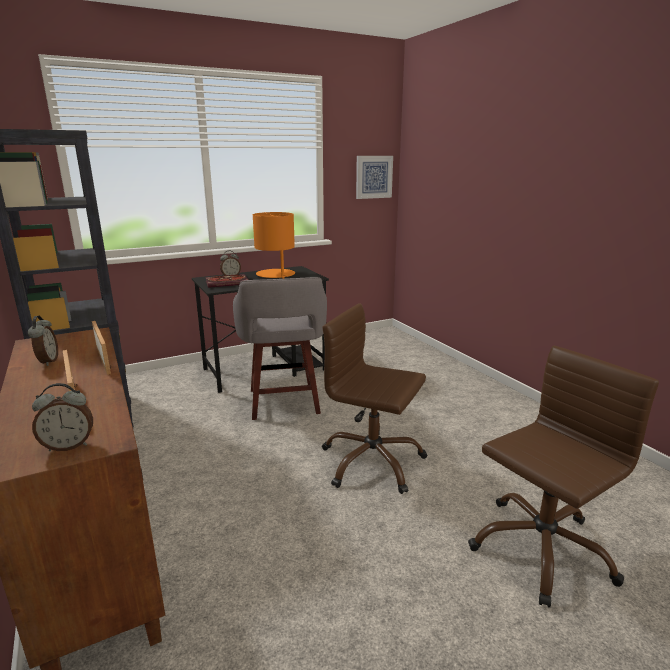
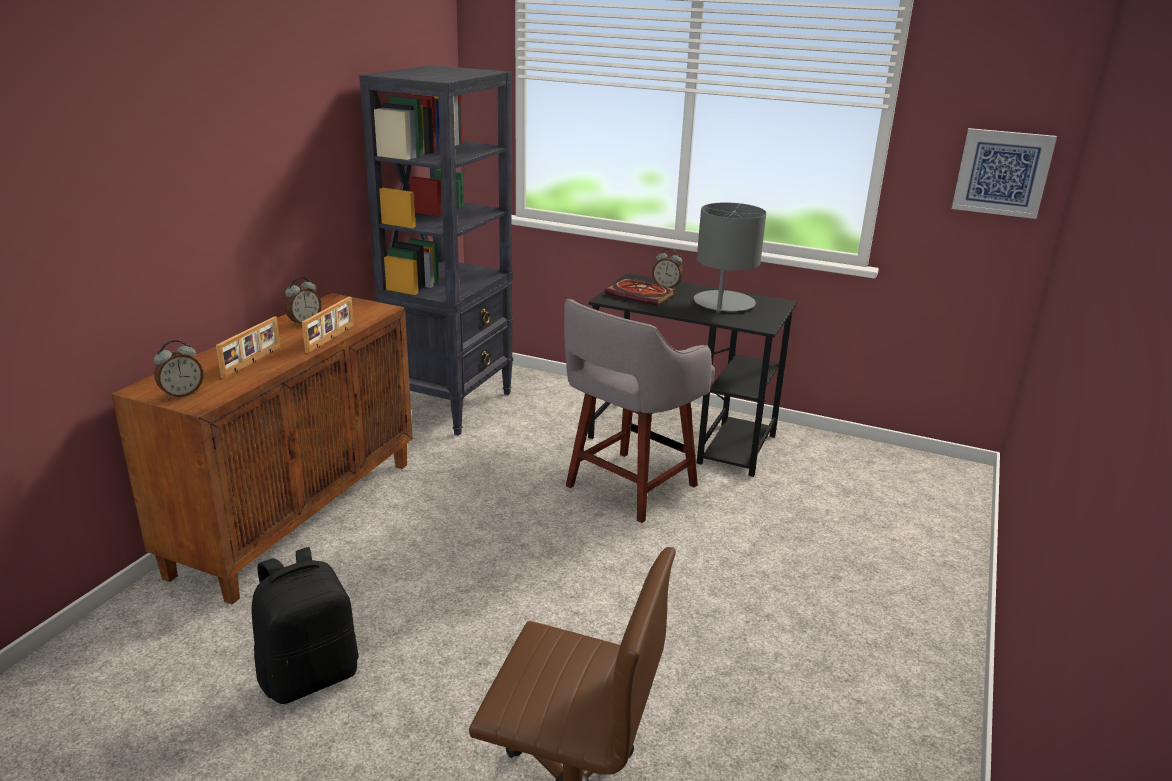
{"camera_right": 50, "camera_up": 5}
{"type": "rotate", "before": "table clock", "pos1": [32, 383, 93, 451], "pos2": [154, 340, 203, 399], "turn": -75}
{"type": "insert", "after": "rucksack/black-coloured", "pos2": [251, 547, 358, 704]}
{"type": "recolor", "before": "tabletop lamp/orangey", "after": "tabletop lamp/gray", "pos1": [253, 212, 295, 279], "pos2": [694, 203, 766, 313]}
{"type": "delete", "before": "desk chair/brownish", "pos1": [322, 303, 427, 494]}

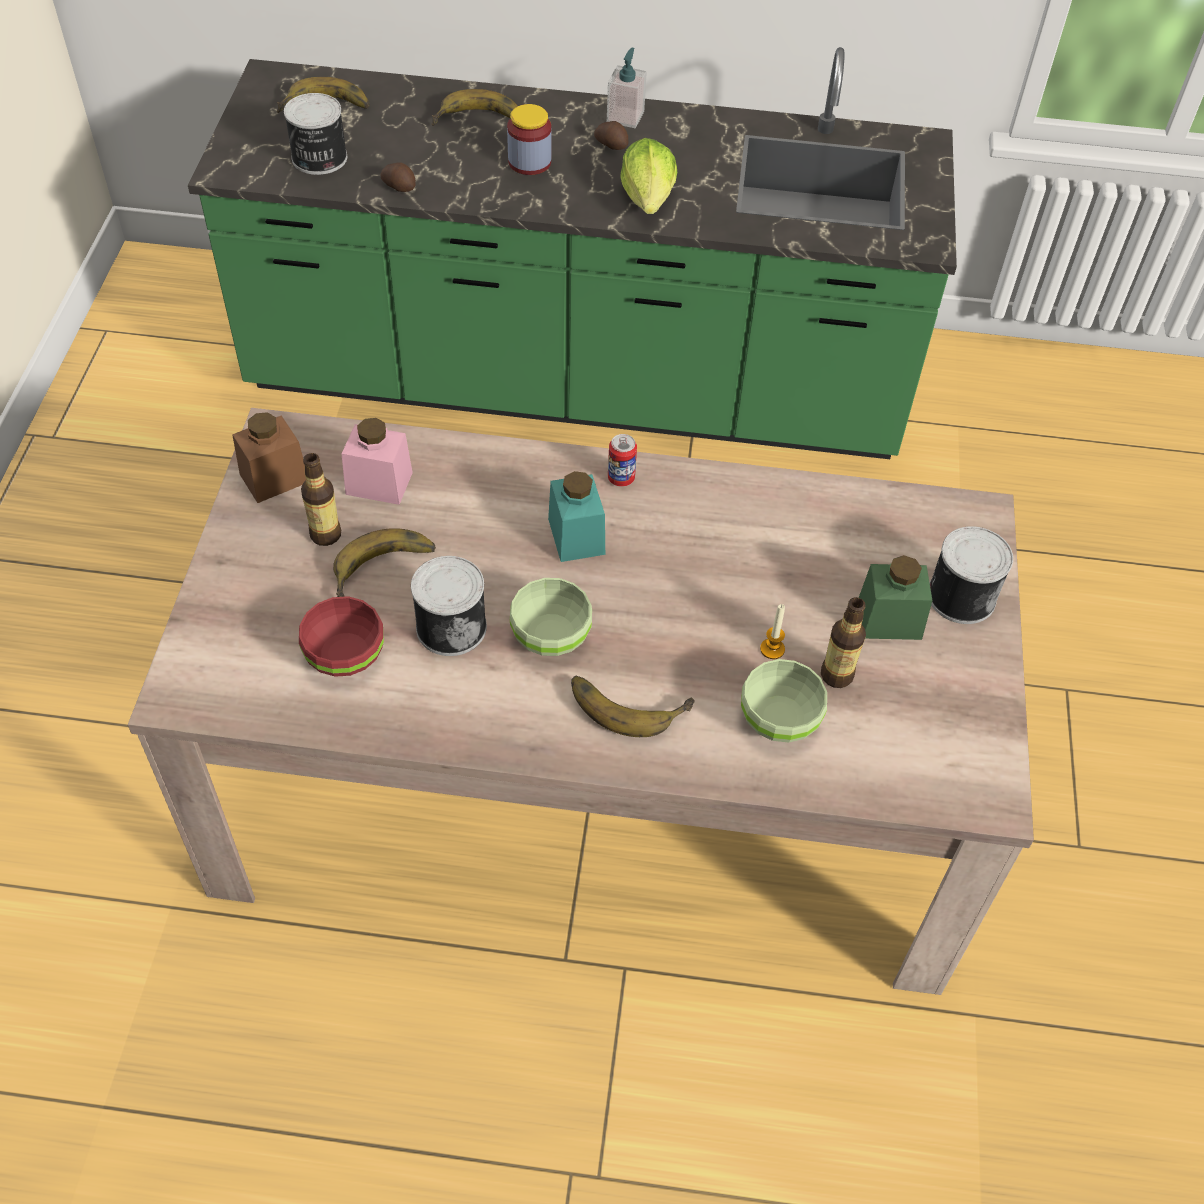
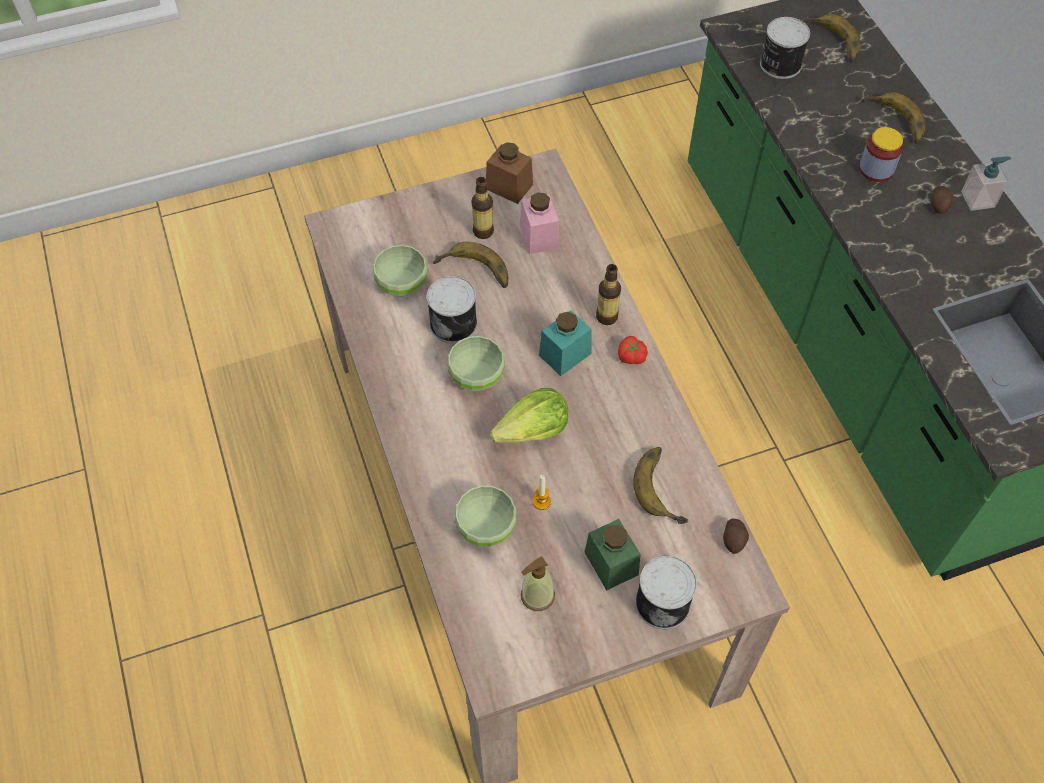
{"camera_right": 65, "camera_up": 5}
{"type": "recolor", "before": "serving bowl/red", "after": "serving bowl/green-coloured", "pos1": [299, 596, 384, 677], "pos2": [373, 245, 428, 297]}
{"type": "move", "before": "lettuce", "pos1": [621, 138, 677, 214], "pos2": [490, 388, 568, 443]}
{"type": "insert", "after": "liquid soap bottle", "pos2": [521, 556, 555, 611]}
{"type": "move", "before": "beverage bottle", "pos1": [821, 597, 866, 688], "pos2": [596, 264, 621, 325]}
{"type": "replace", "before": "can", "after": "fresh tomato", "pos1": [608, 434, 637, 487], "pos2": [618, 336, 648, 364]}
{"type": "move", "before": "banana", "pos1": [571, 676, 695, 737], "pos2": [633, 447, 688, 524]}
{"type": "move", "before": "spud", "pos1": [380, 162, 416, 192], "pos2": [723, 519, 749, 554]}

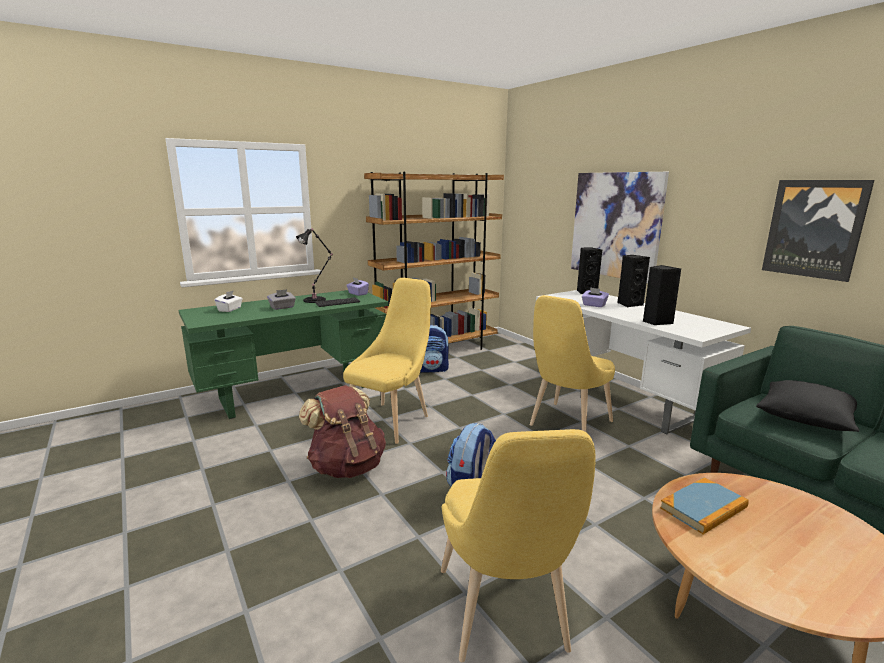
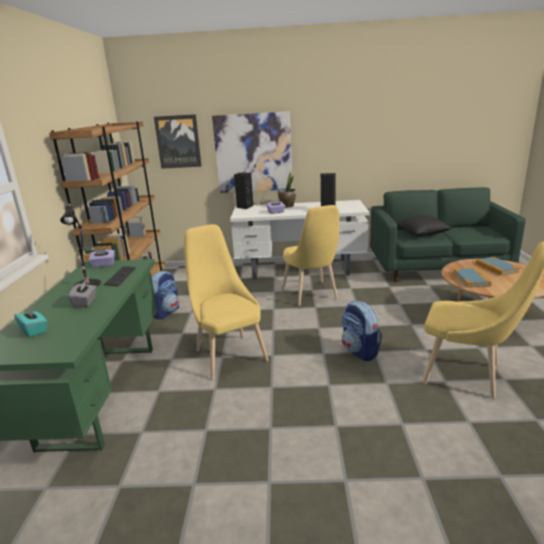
{"camera_right": -55, "camera_up": 5}
{"type": "recolor", "before": "tissue holder/whitish", "after": "tissue holder/turquoise", "pos1": [215, 290, 243, 312], "pos2": [14, 306, 47, 338]}
{"type": "move", "before": "wall art", "pos1": [762, 180, 874, 282], "pos2": [154, 114, 202, 169]}
{"type": "replace", "before": "audio speaker/black-coloured", "after": "houseplant", "pos1": [617, 255, 650, 307], "pos2": [278, 171, 296, 208]}
{"type": "insert", "after": "bound book", "pos2": [476, 257, 520, 276]}
{"type": "delete", "before": "rucksack/brownish", "pos1": [299, 385, 386, 478]}

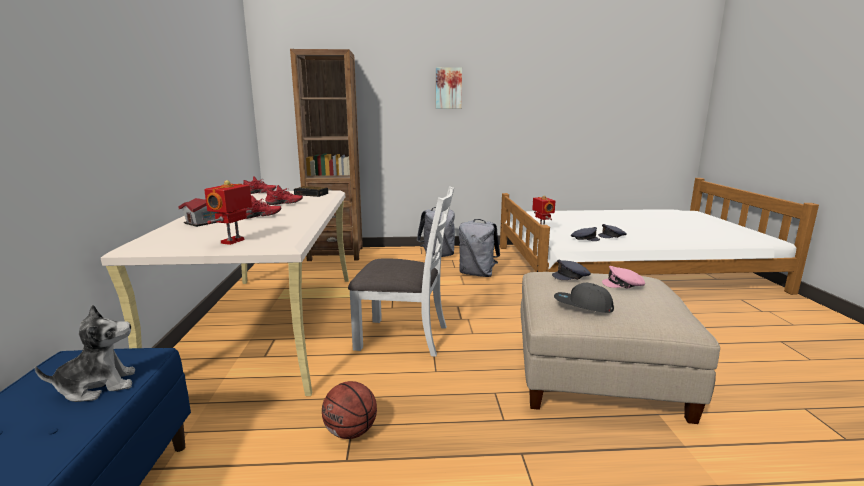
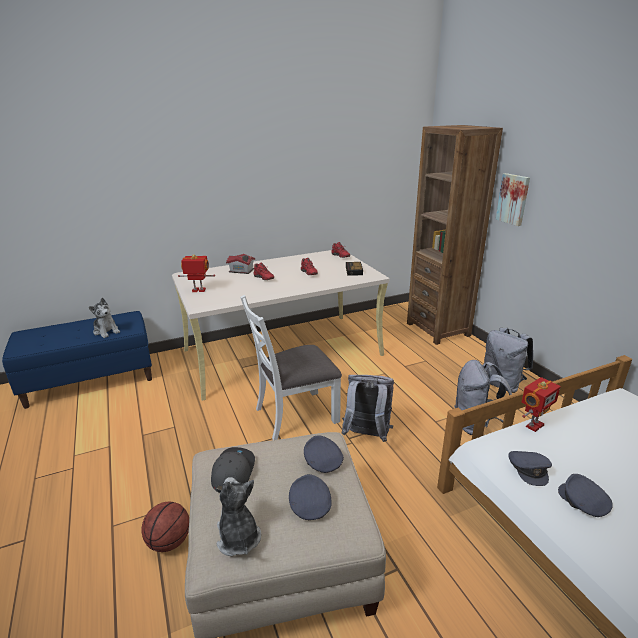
{"camera_right": 70, "camera_up": 10}
{"type": "move", "before": "basketball", "pos1": [322, 381, 377, 439], "pos2": [141, 502, 189, 552]}
{"type": "insert", "after": "plush toy", "pos2": [217, 477, 261, 556]}
{"type": "rotate", "before": "upright chair/whitish", "pos1": [348, 186, 454, 357], "pos2": [240, 295, 342, 440], "turn": 75}
{"type": "recolor", "before": "cap/pink", "after": "cap/gray", "pos1": [602, 266, 645, 289], "pos2": [289, 474, 331, 520]}
{"type": "insert", "after": "rucksack/gray", "pos2": [342, 375, 394, 442]}
{"type": "move", "before": "wall art", "pos1": [436, 67, 462, 109], "pos2": [496, 173, 530, 226]}

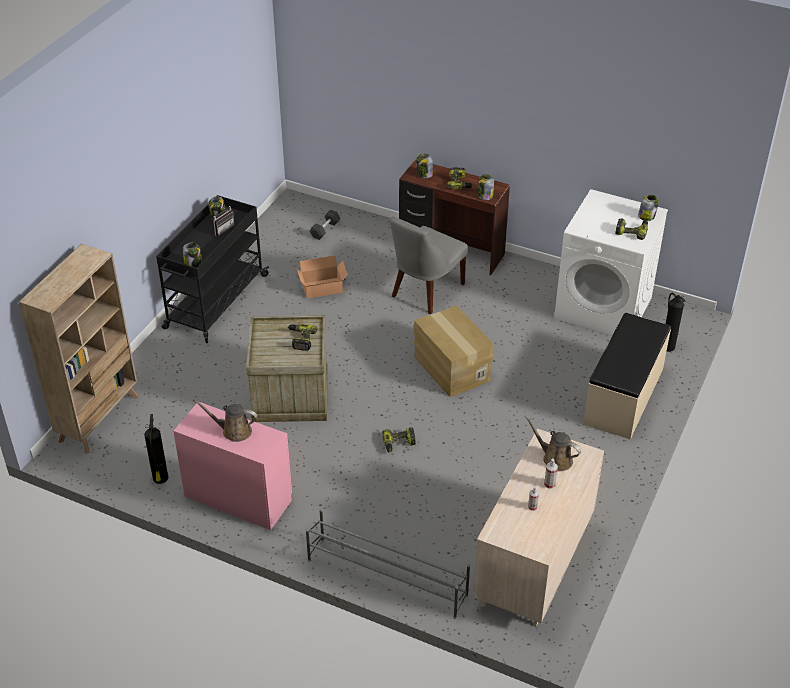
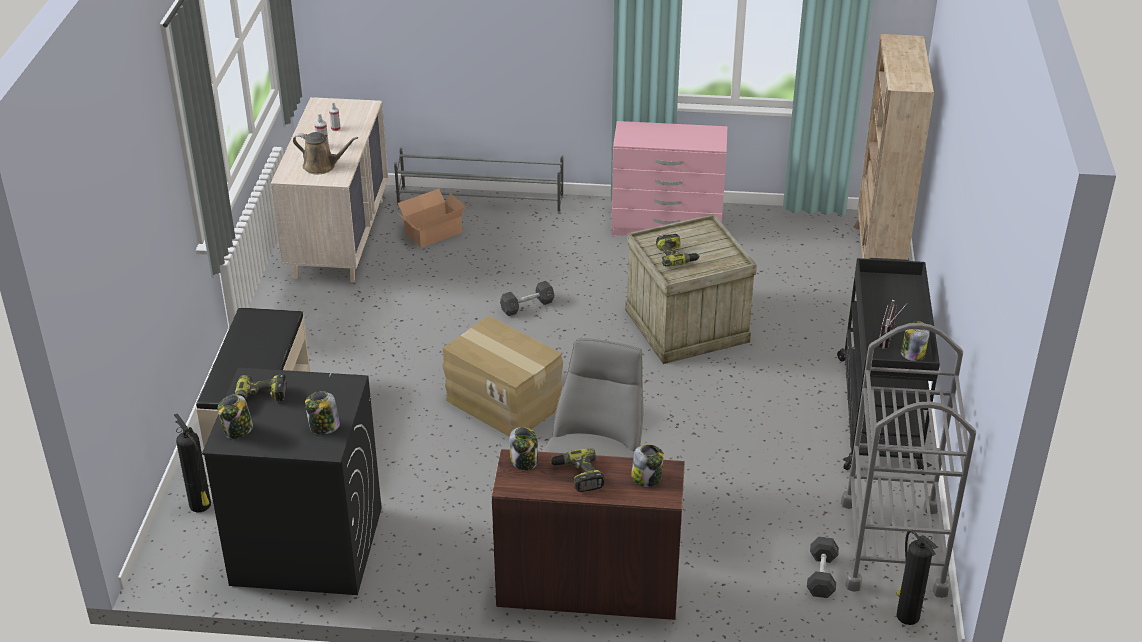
{"camera_right": 160, "camera_up": -5}
{"type": "recolor", "before": "laundry appliance/whitish", "after": "laundry appliance/black-coloured", "pos1": [554, 189, 668, 336], "pos2": [202, 367, 382, 595]}
{"type": "move", "before": "jar", "pos1": [183, 243, 202, 268], "pos2": [305, 391, 340, 435]}
{"type": "move", "before": "packing box", "pos1": [296, 255, 348, 298], "pos2": [397, 189, 466, 248]}
{"type": "replace", "before": "electric drill", "after": "free weight/gray", "pos1": [382, 427, 416, 452], "pos2": [500, 281, 554, 316]}
{"type": "insert", "after": "trolley/gray", "pos2": [841, 323, 976, 598]}
{"type": "move", "before": "fire-fighting cylinder", "pos1": [144, 414, 168, 484], "pos2": [897, 530, 937, 625]}
{"type": "delete", "before": "watering pot/brownish", "pos1": [194, 400, 257, 442]}

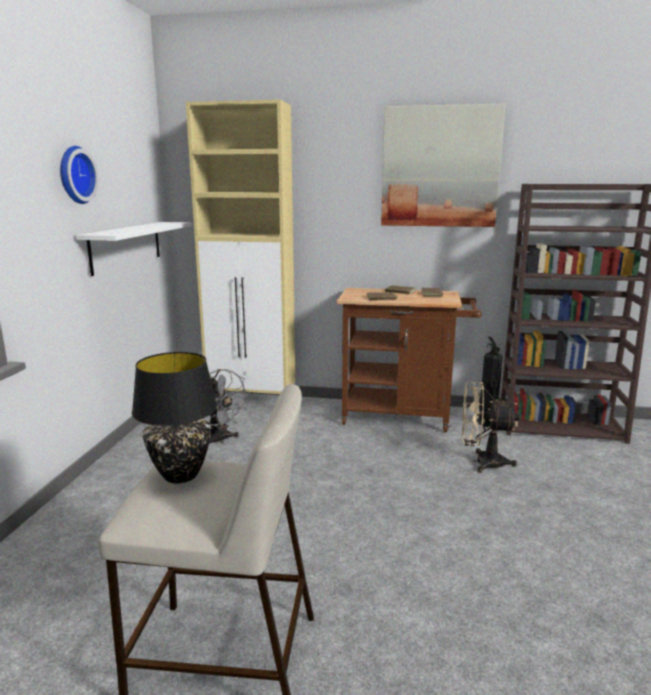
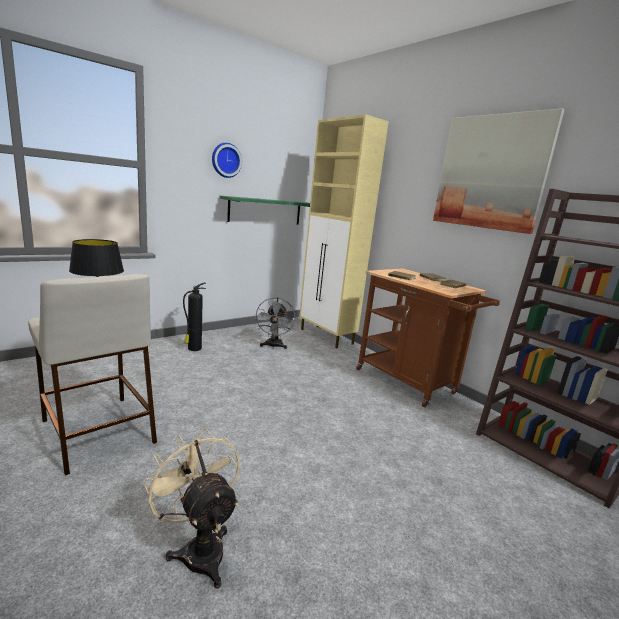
{"camera_right": 40, "camera_up": 0}
{"type": "move", "before": "electric fan/beige", "pos1": [462, 382, 520, 473], "pos2": [143, 428, 240, 588]}
{"type": "move", "before": "fire-fighting cylinder", "pos1": [479, 337, 503, 427], "pos2": [183, 283, 206, 351]}
{"type": "recolor", "before": "shelf/whitish", "after": "shelf/green-coloured", "pos1": [77, 222, 192, 276], "pos2": [220, 196, 310, 225]}

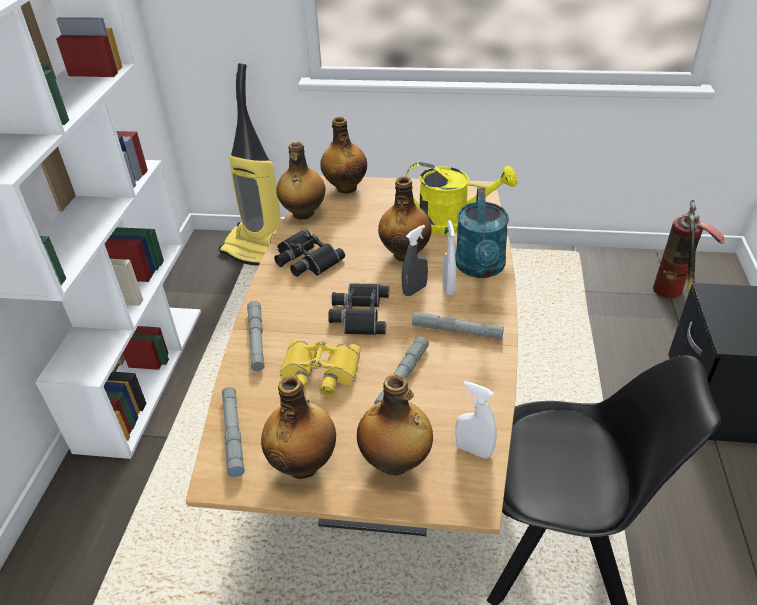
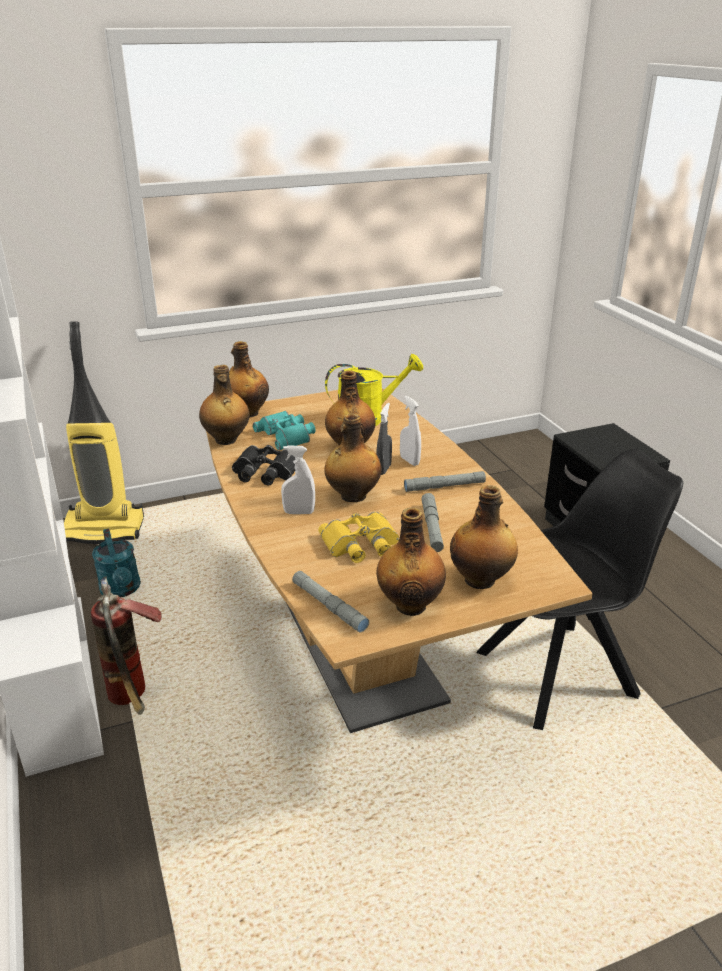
{"camera_right": -30, "camera_up": -10}
{"type": "move", "before": "fire-fighting cylinder", "pos1": [653, 200, 724, 299], "pos2": [91, 576, 162, 715]}
{"type": "move", "before": "watering pot/turquoise", "pos1": [455, 187, 509, 278], "pos2": [92, 529, 141, 597]}
{"type": "insert", "after": "binoculars/turquoise", "pos2": [253, 411, 316, 450]}
{"type": "move", "before": "spray bottle/whitish", "pos1": [456, 381, 497, 459], "pos2": [281, 445, 315, 514]}
{"type": "replace", "before": "binoculars/black-coloured", "after": "beverage bottle", "pos1": [328, 283, 389, 335], "pos2": [325, 414, 382, 502]}
{"type": "delete", "before": "hand torch/gray", "pos1": [247, 301, 264, 371]}

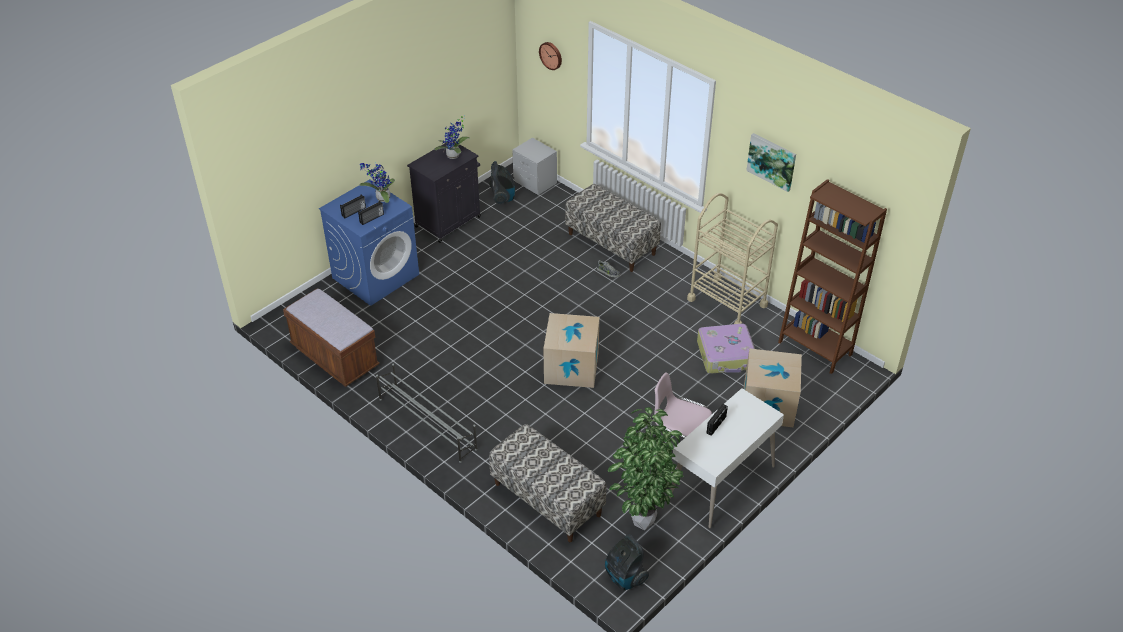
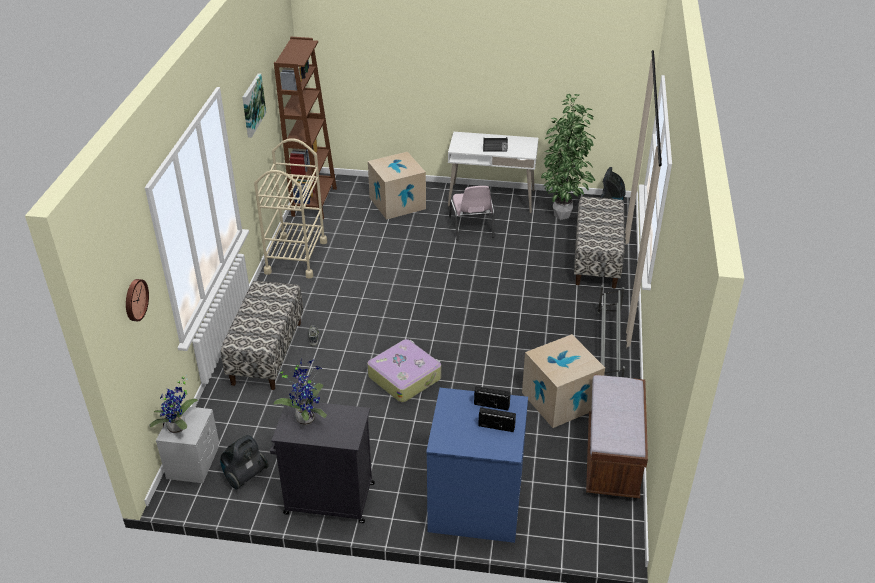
{"camera_right": -125, "camera_up": -5}
{"type": "move", "before": "houseplant", "pos1": [359, 162, 395, 203], "pos2": [149, 374, 198, 433]}
{"type": "move", "before": "suitcase", "pos1": [697, 324, 755, 374], "pos2": [367, 339, 441, 403]}
{"type": "move", "before": "packing box", "pos1": [544, 313, 600, 388], "pos2": [522, 334, 605, 428]}

